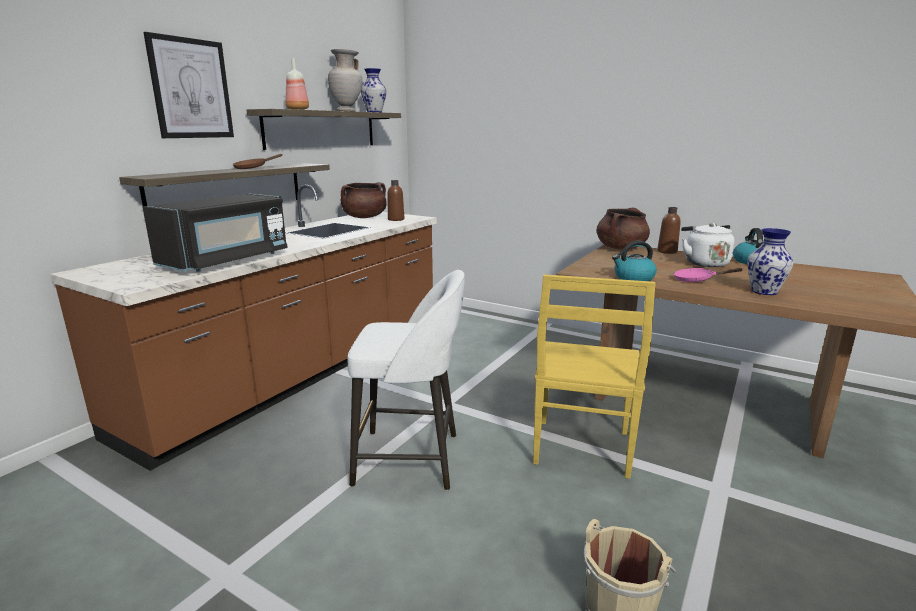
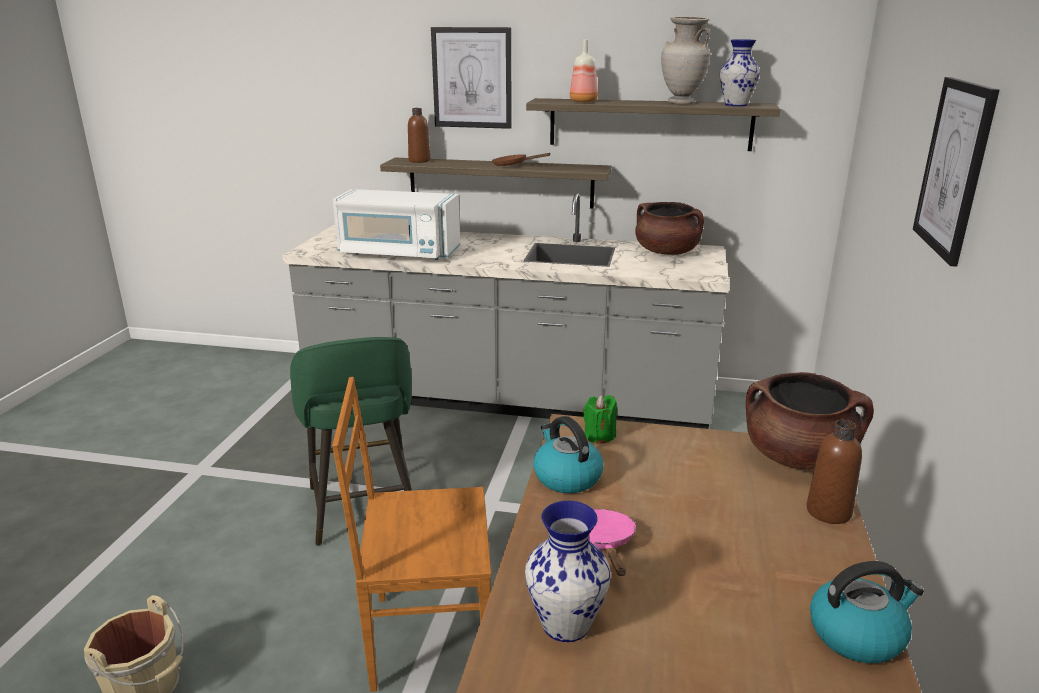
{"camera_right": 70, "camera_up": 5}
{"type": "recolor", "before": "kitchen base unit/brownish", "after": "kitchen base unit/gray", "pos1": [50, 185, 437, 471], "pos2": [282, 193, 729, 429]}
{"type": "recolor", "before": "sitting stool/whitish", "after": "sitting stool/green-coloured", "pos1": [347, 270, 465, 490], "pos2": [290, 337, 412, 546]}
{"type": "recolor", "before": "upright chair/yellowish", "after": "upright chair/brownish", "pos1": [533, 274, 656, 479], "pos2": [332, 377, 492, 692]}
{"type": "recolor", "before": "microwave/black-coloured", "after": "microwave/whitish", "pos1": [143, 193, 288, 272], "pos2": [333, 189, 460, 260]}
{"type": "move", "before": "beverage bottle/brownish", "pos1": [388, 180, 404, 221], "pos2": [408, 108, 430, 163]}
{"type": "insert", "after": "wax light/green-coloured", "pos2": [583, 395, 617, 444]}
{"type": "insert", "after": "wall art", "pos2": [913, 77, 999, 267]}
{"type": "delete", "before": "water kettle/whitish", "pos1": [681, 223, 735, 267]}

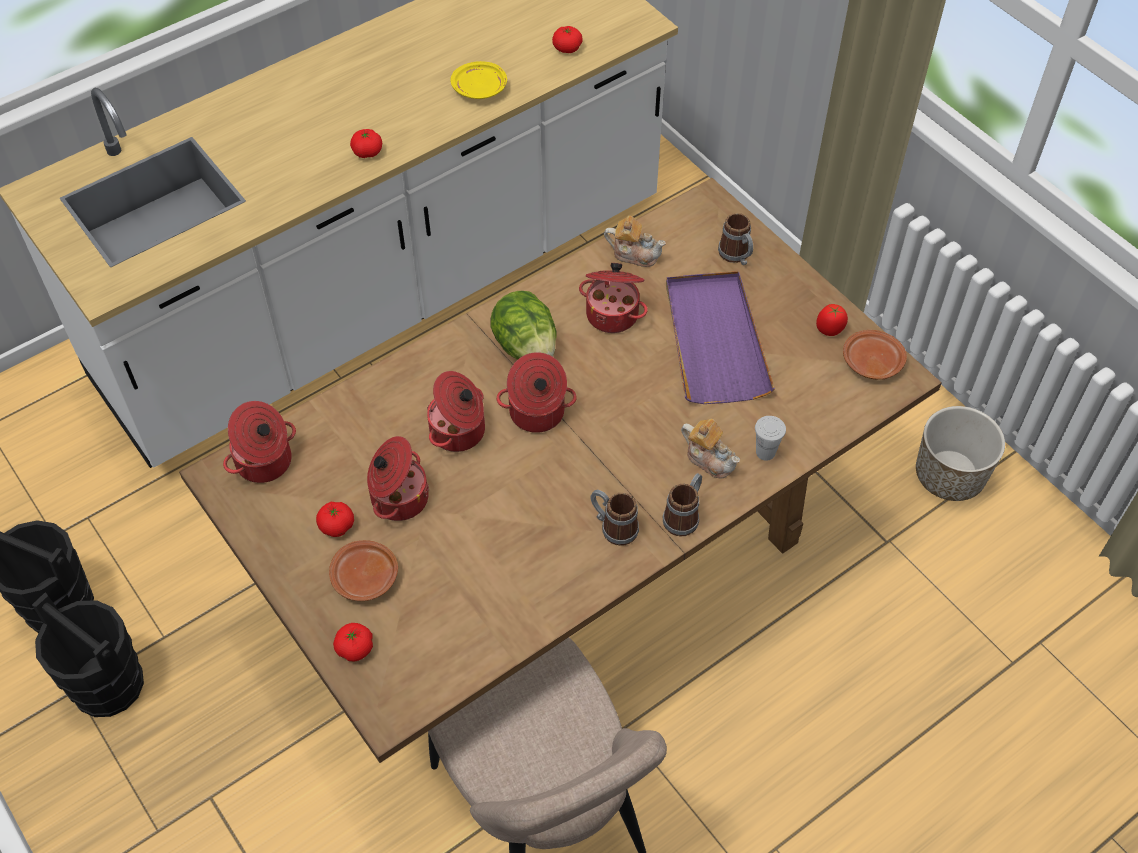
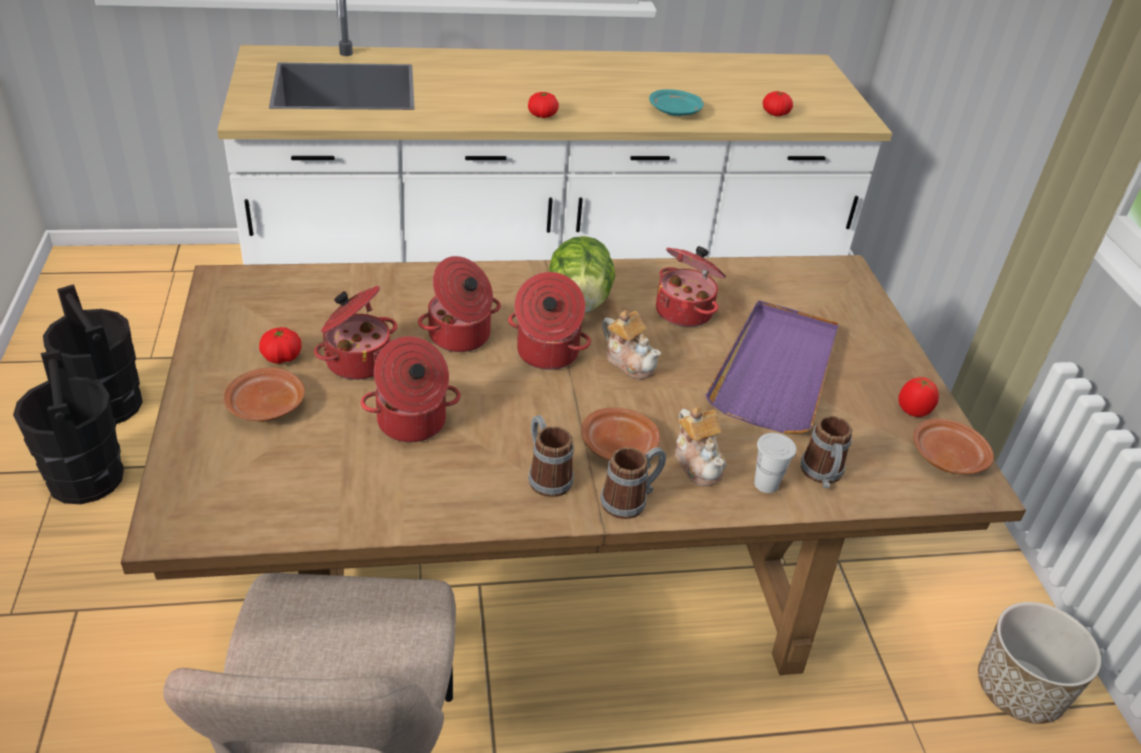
{"camera_right": 25, "camera_up": -15}
{"type": "move", "before": "saucepot", "pos1": [223, 401, 296, 483], "pos2": [361, 336, 461, 442]}
{"type": "insert", "after": "plate/brownish", "pos2": [581, 408, 660, 460]}
{"type": "move", "before": "teapot", "pos1": [604, 216, 666, 267], "pos2": [602, 310, 661, 380]}
{"type": "recolor", "before": "plate/yellowish", "after": "plate/turquoise", "pos1": [451, 61, 507, 99], "pos2": [649, 89, 704, 116]}
{"type": "move", "before": "coffee mug", "pos1": [718, 213, 753, 265], "pos2": [801, 416, 852, 488]}
{"type": "delete", "before": "fresh tomato", "pos1": [333, 623, 373, 662]}

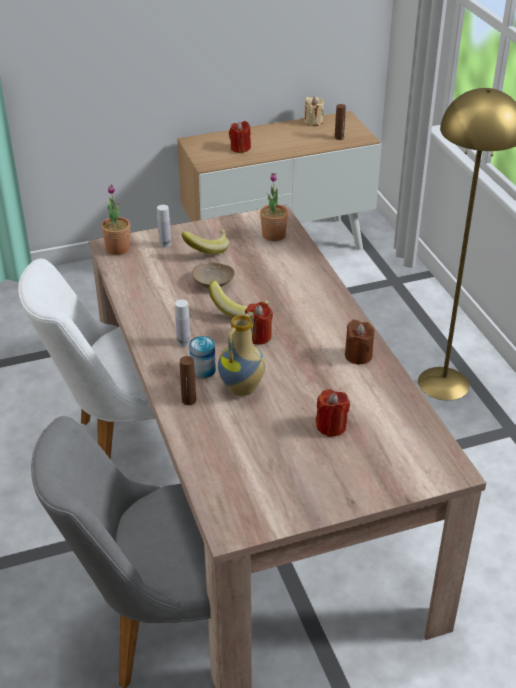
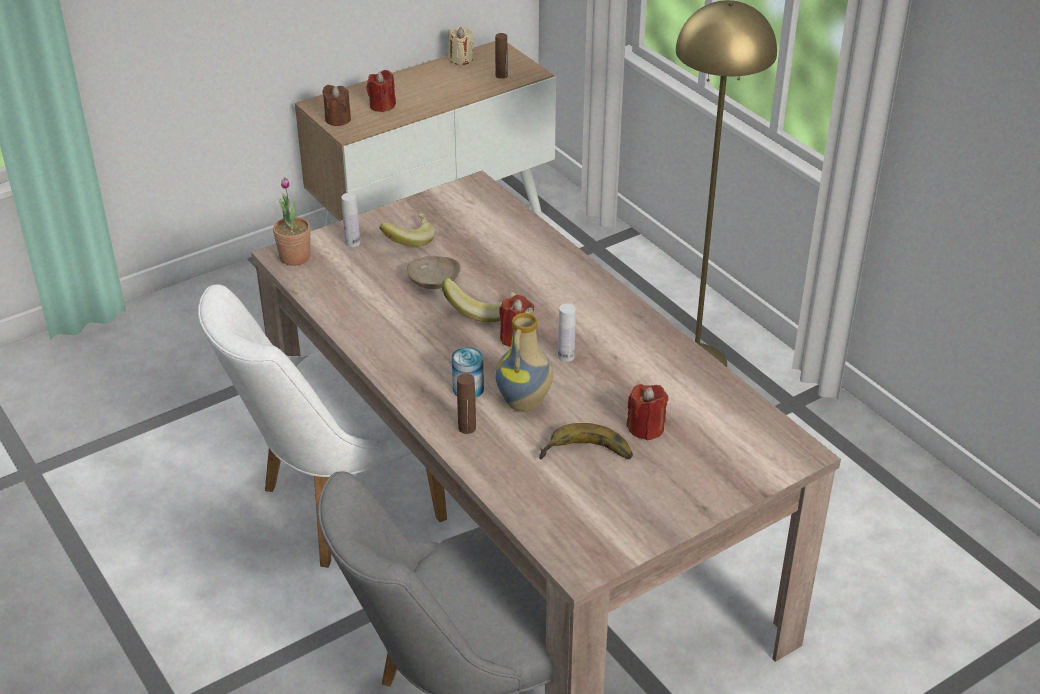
{"camera_right": -15, "camera_up": 0}
{"type": "move", "before": "wax light/brownish", "pos1": [345, 320, 375, 364], "pos2": [322, 85, 351, 126]}
{"type": "insert", "after": "banana", "pos2": [539, 423, 633, 460]}
{"type": "move", "before": "beverage bottle/whitish", "pos1": [175, 299, 190, 347], "pos2": [558, 304, 576, 362]}
{"type": "delete", "before": "houseplant", "pos1": [260, 173, 288, 241]}

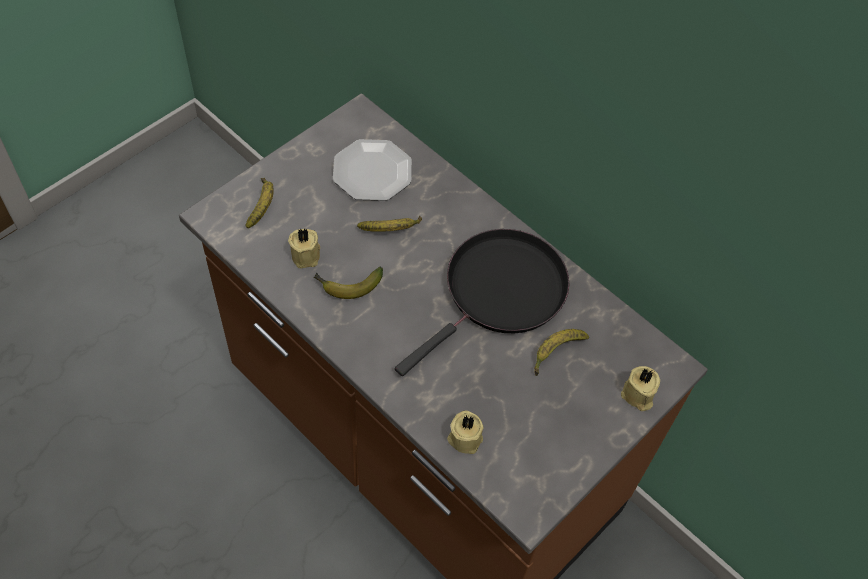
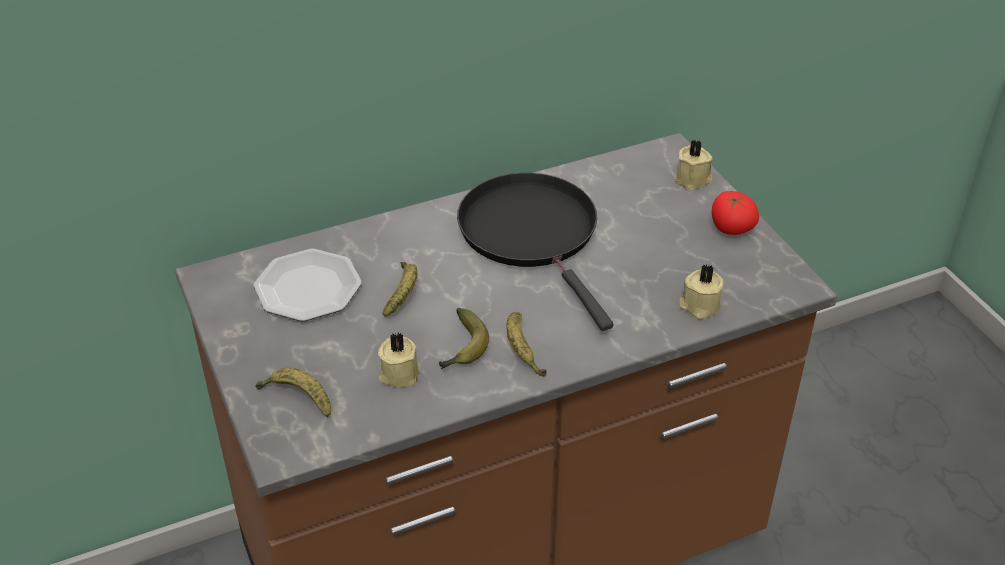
{"camera_right": -65, "camera_up": -15}
{"type": "move", "before": "banana", "pos1": [534, 329, 589, 376], "pos2": [506, 312, 547, 377]}
{"type": "insert", "after": "fresh tomato", "pos2": [712, 191, 759, 235]}

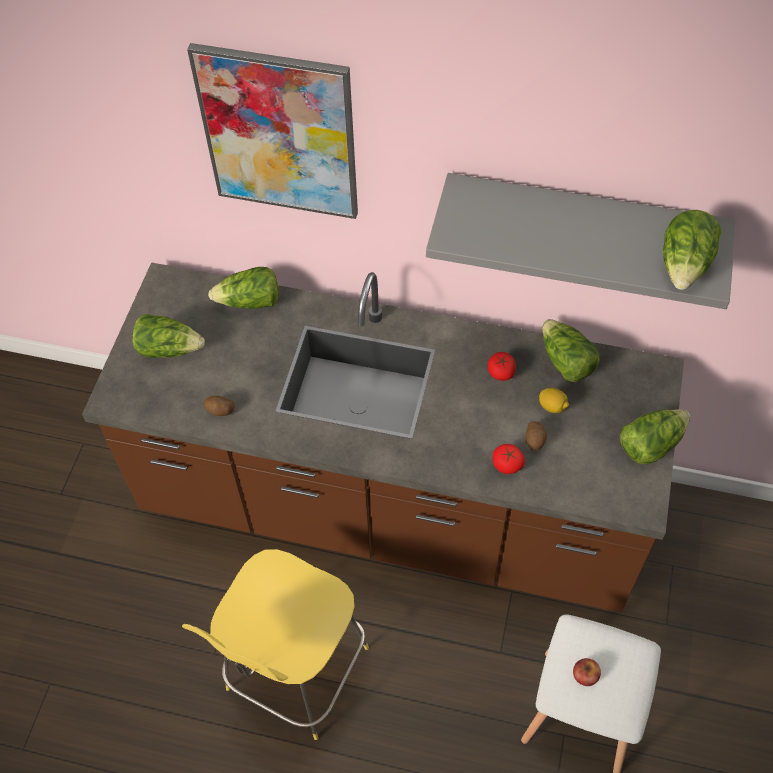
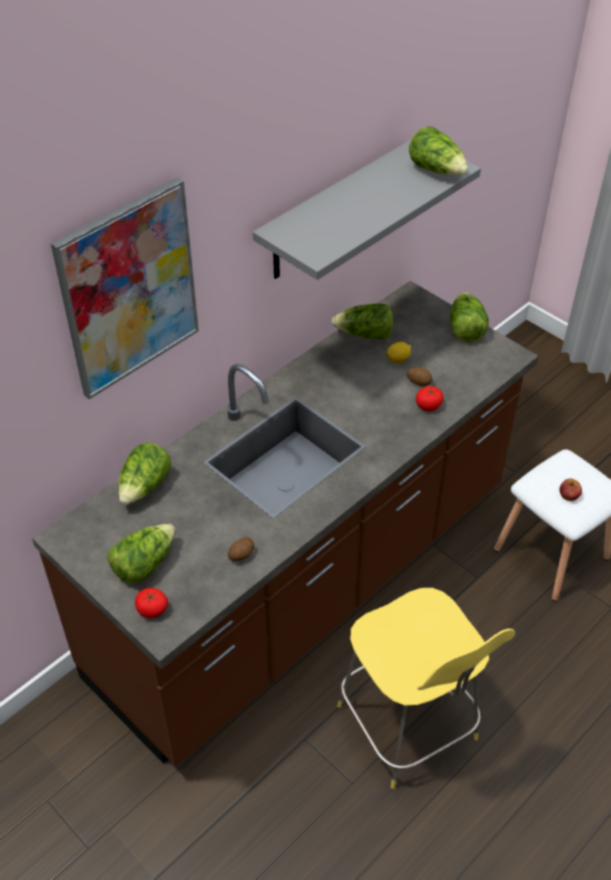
{"camera_right": -60, "camera_up": -10}
{"type": "move", "before": "fresh tomato", "pos1": [488, 352, 516, 381], "pos2": [135, 588, 168, 618]}

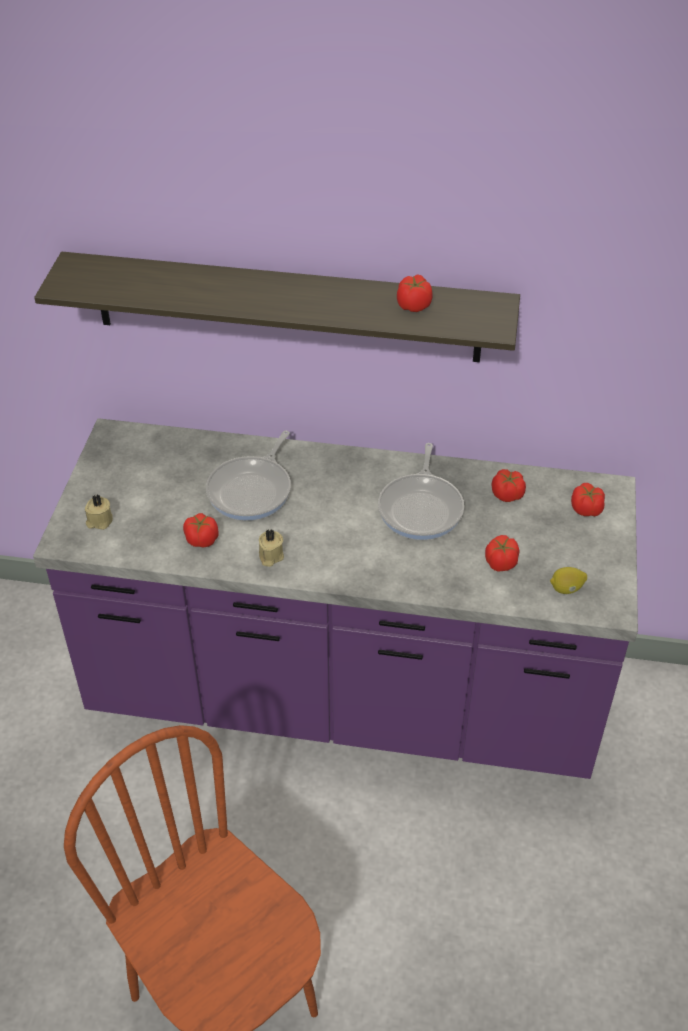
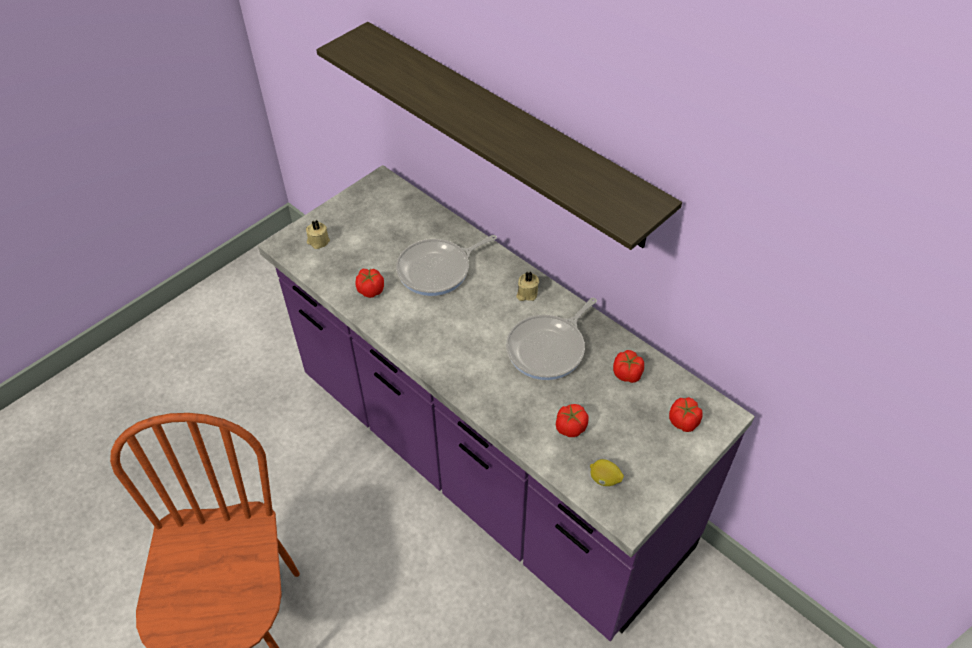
{"camera_right": 35, "camera_up": 5}
{"type": "move", "before": "wax light/beige", "pos1": [259, 529, 284, 567], "pos2": [516, 272, 539, 301]}
{"type": "delete", "before": "fresh tomato", "pos1": [397, 274, 433, 312]}

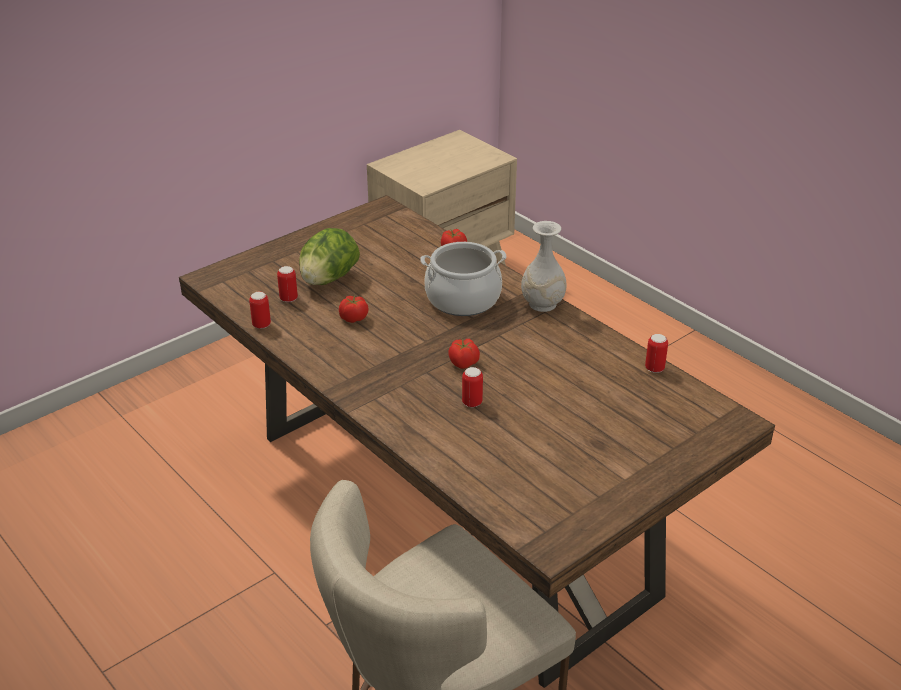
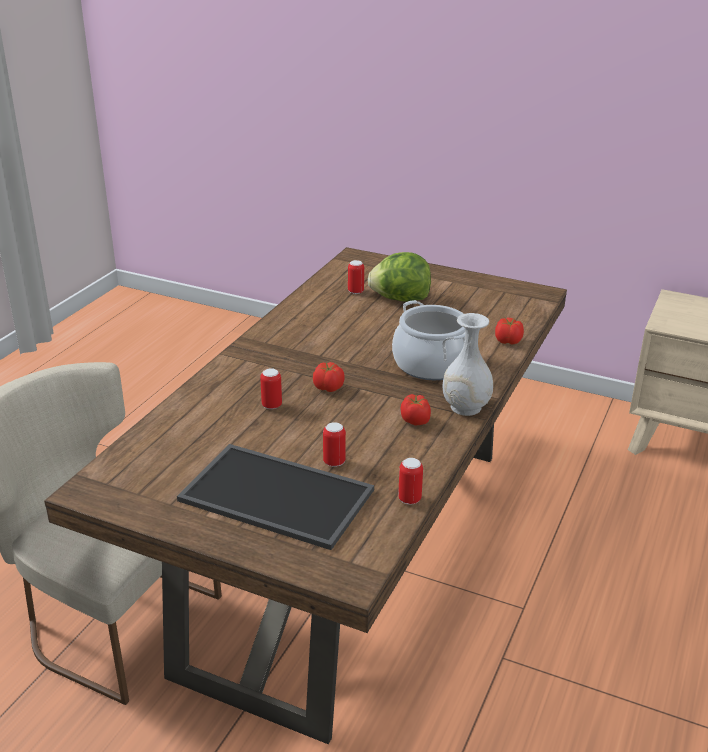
{"camera_right": 65, "camera_up": -5}
{"type": "insert", "after": "serving tray", "pos2": [177, 444, 374, 550]}
{"type": "move", "before": "can", "pos1": [249, 292, 271, 329], "pos2": [323, 422, 346, 467]}
{"type": "move", "before": "fresh tomato", "pos1": [339, 296, 369, 323], "pos2": [401, 394, 431, 426]}

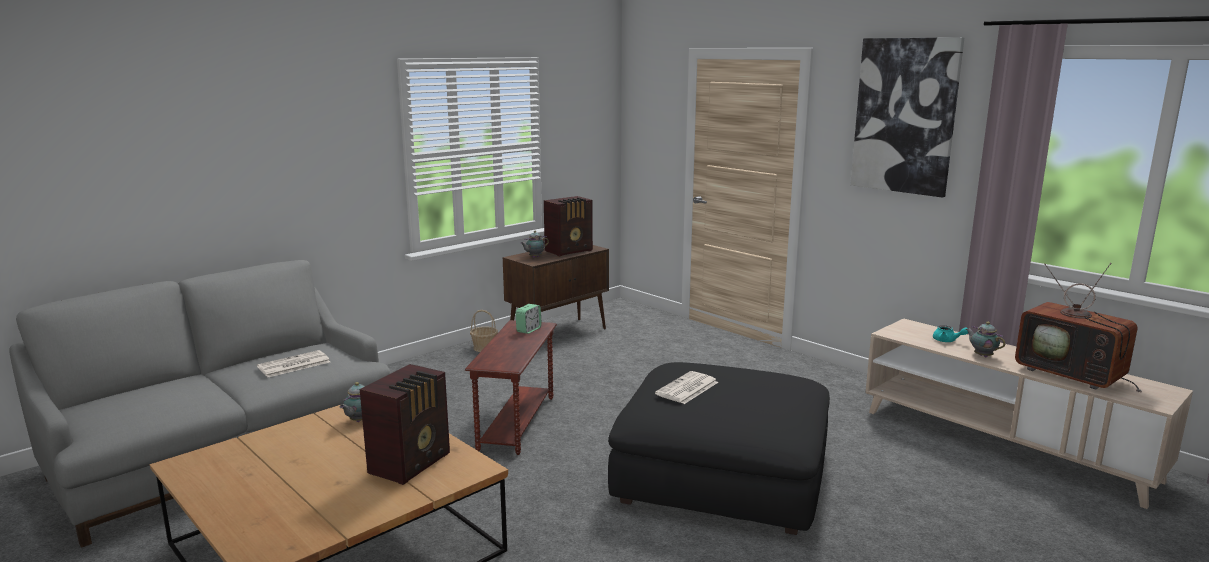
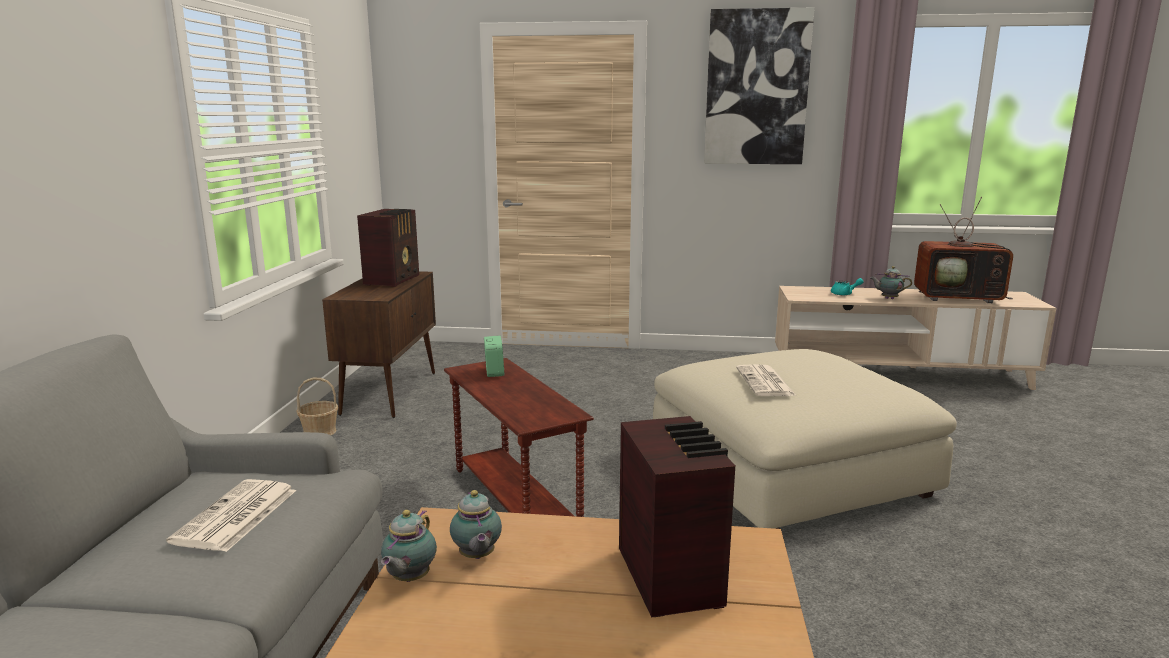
{"camera_right": -40, "camera_up": 0}
{"type": "move", "before": "teapot", "pos1": [520, 231, 549, 258], "pos2": [381, 510, 437, 582]}
{"type": "recolor", "before": "ottoman/black-coloured", "after": "ottoman/beige", "pos1": [608, 362, 830, 535], "pos2": [653, 349, 957, 529]}

